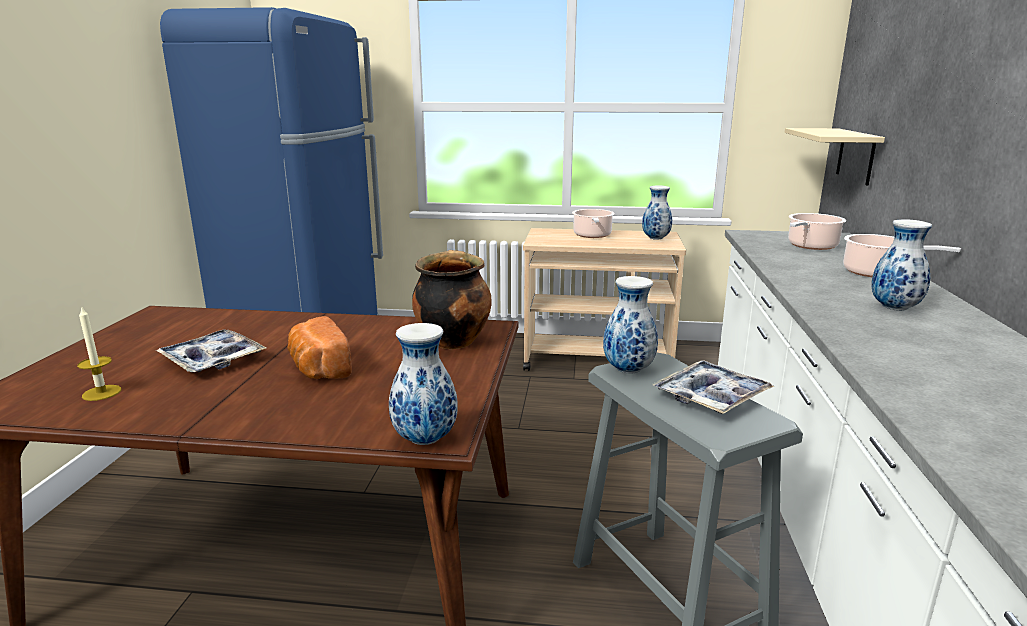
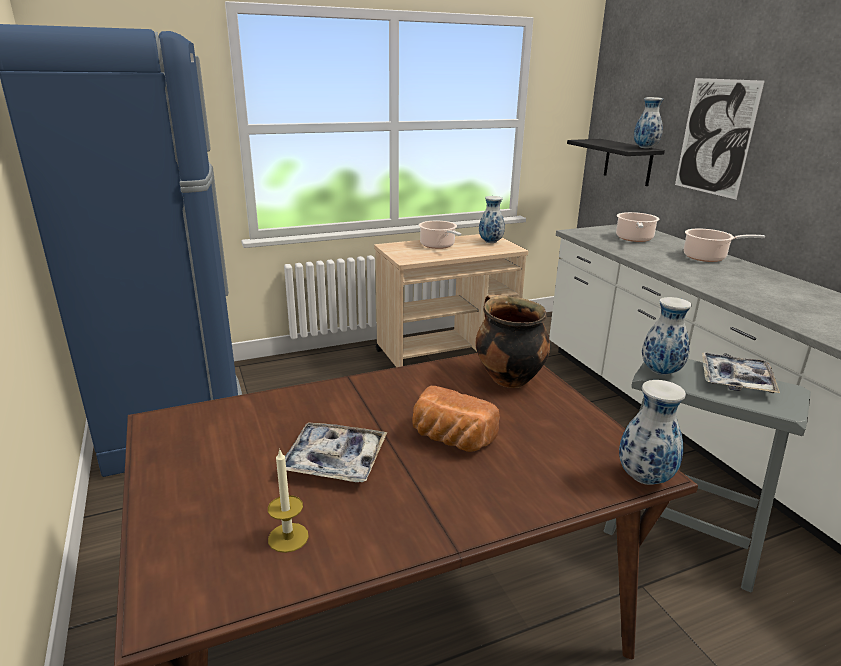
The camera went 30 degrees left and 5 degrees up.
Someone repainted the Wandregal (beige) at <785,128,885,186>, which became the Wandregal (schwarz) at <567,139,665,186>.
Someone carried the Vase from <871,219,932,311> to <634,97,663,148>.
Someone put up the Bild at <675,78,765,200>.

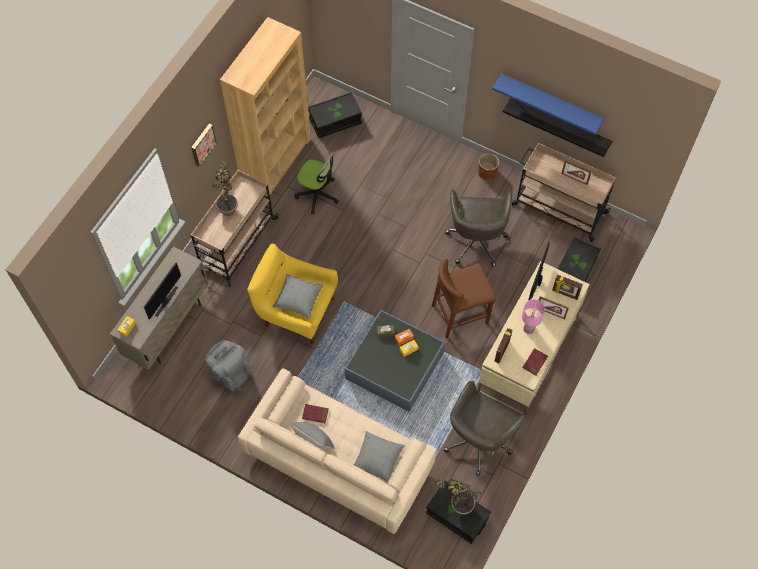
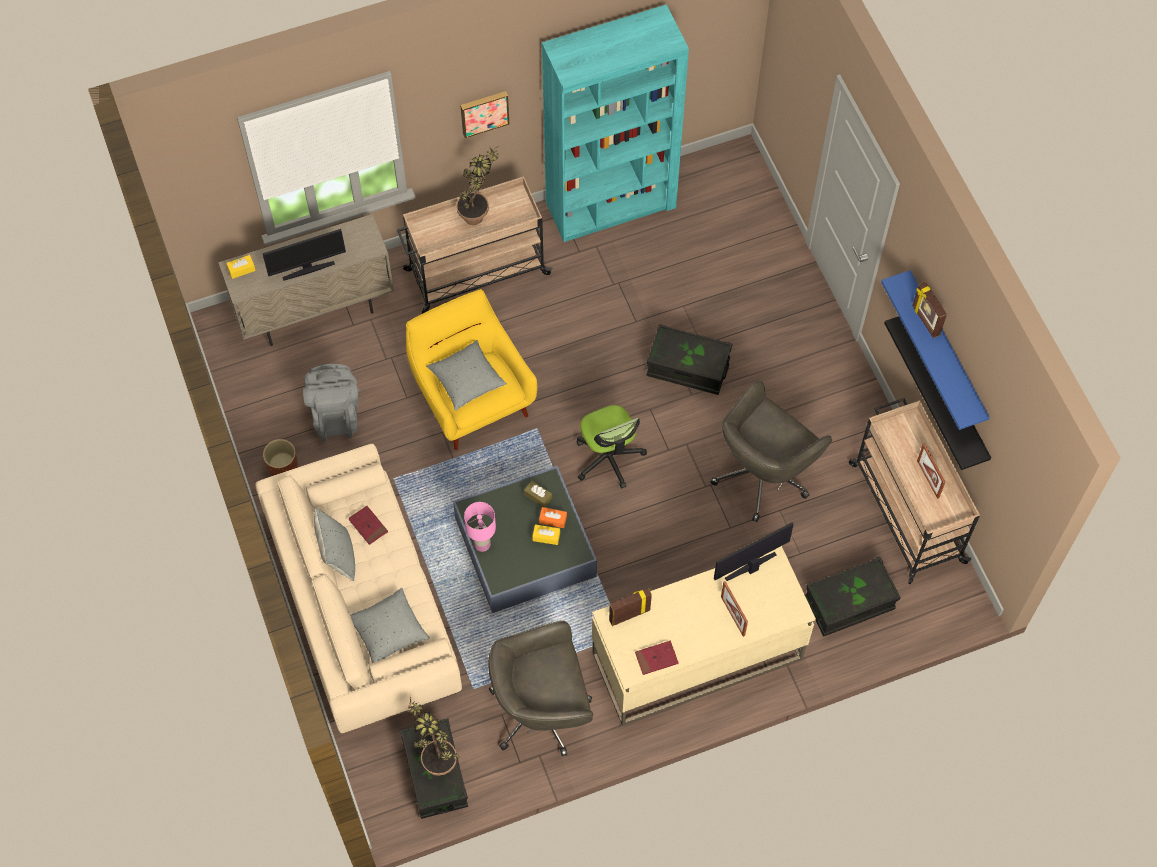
The camera went 40 degrees right and 0 degrees up.
Someone repainted the Bücherregal (braun) at <220,17,311,196>, which became the Bücherregal (türkis) at <542,4,689,242>.
Someone carried the Bürostuhl from <295,152,339,214> to <577,405,647,489>.
Someone carried the Aufbewahrungsbox (schwarz) from <308,92,362,138> to <647,324,732,395>.
Someone took away the Hocker (braun) at <432,259,496,338>.
Someone carried the Pflanzkübel (braun) from <478,153,499,181> to <263,439,298,476>.
Someone carried the Tischlampe (rosa) from <522,299,545,334> to <464,502,496,552>.
Someone carried the Bilderrahmen from <552,274,583,300> to <912,282,947,338>.

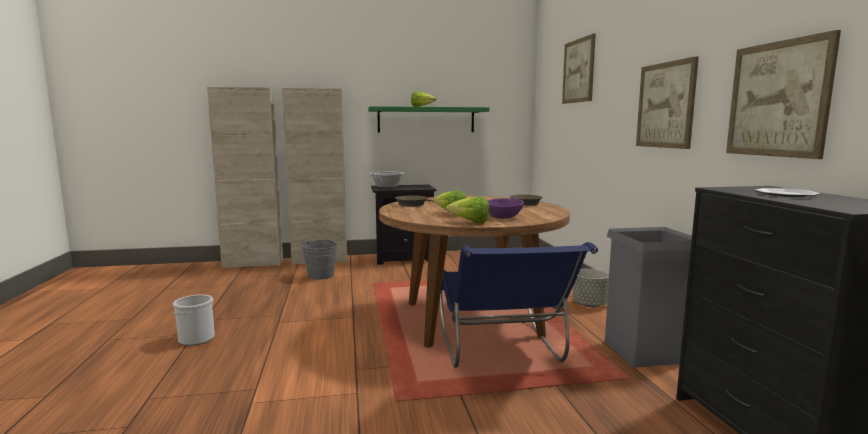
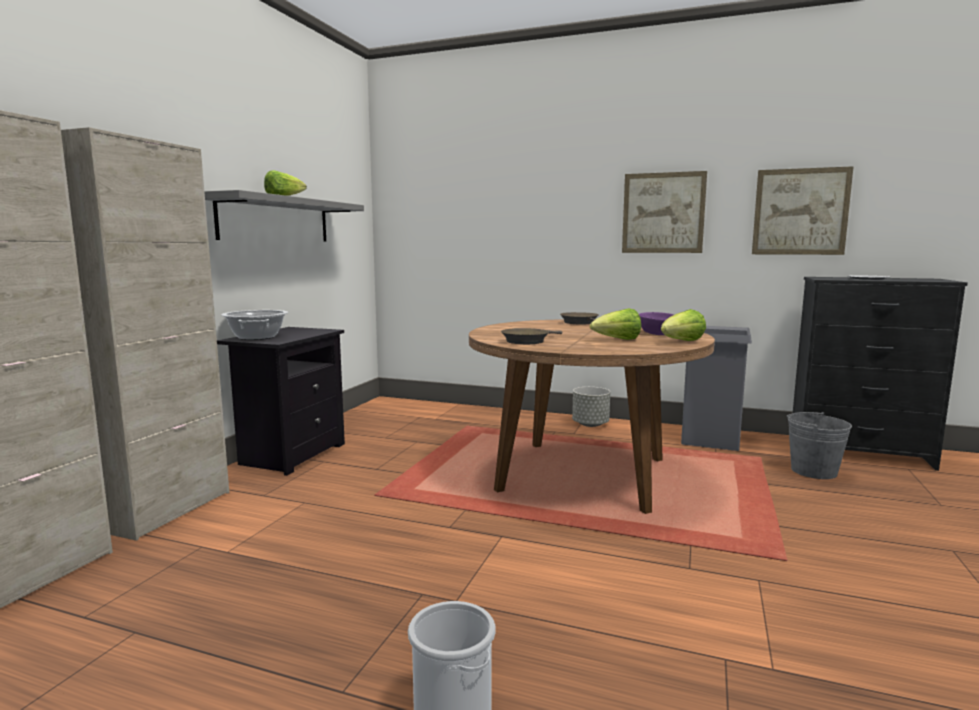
The camera went 60 degrees left and 0 degrees up.
Someone carried the Eimer (grau) from <302,240,337,280> to <786,412,852,479>.
Someone repainted the Wandregal (grün) at <368,106,490,132>, which became the Wandregal (grau) at <204,190,364,241>.
Someone took away the Stuhl (blau) at <439,242,598,368>.
Someone took away the Bild at <562,33,596,104>.

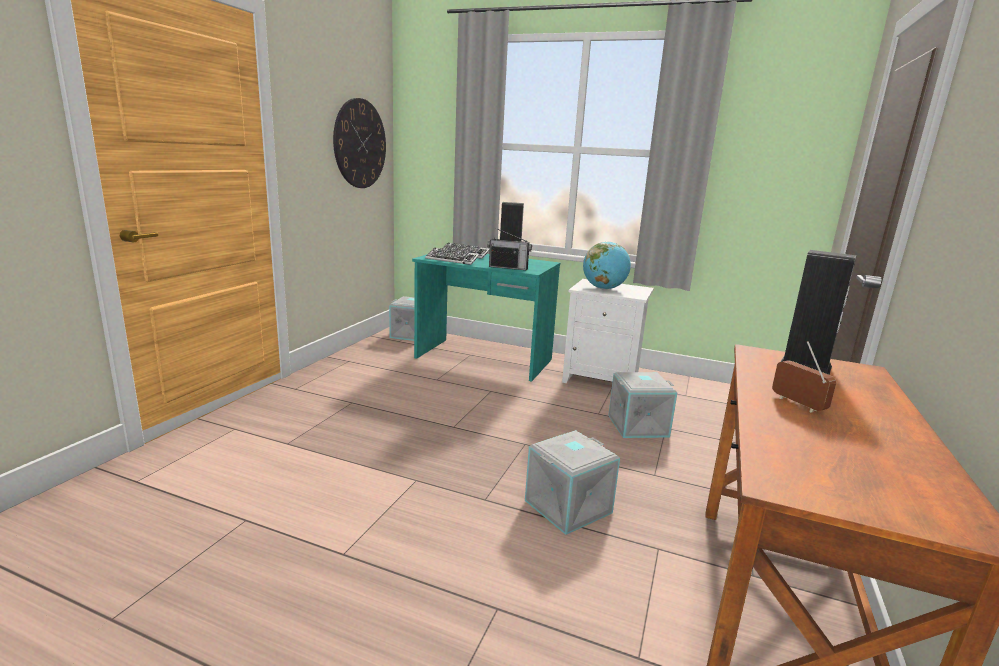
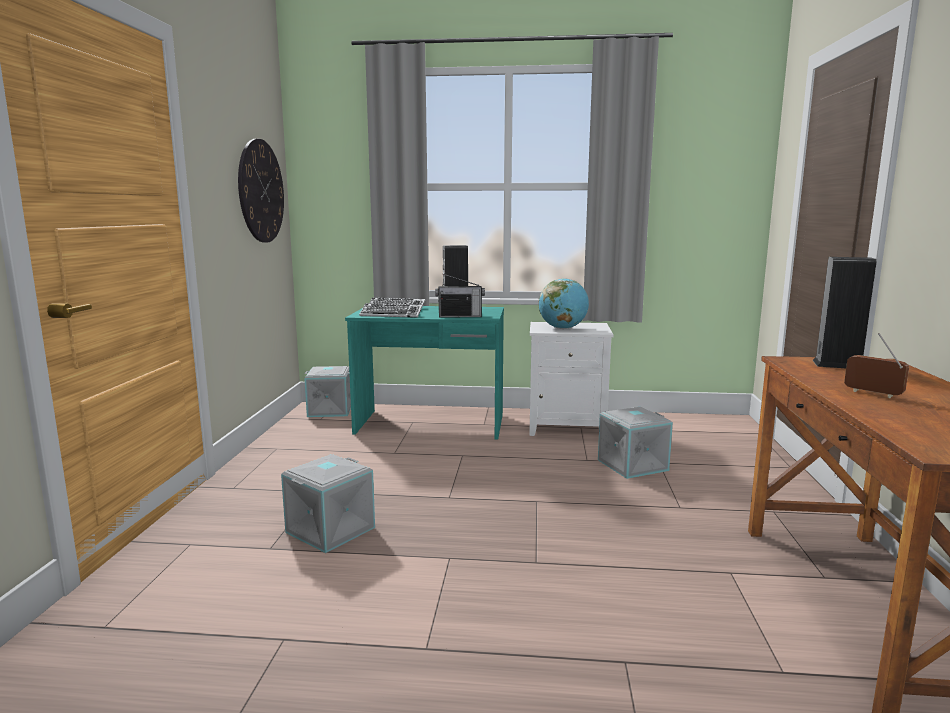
The camera went 15 degrees left and 5 degrees down.
Someone carried the Aufbewahrungsbox (grau) from <525,430,620,535> to <281,454,375,553>.

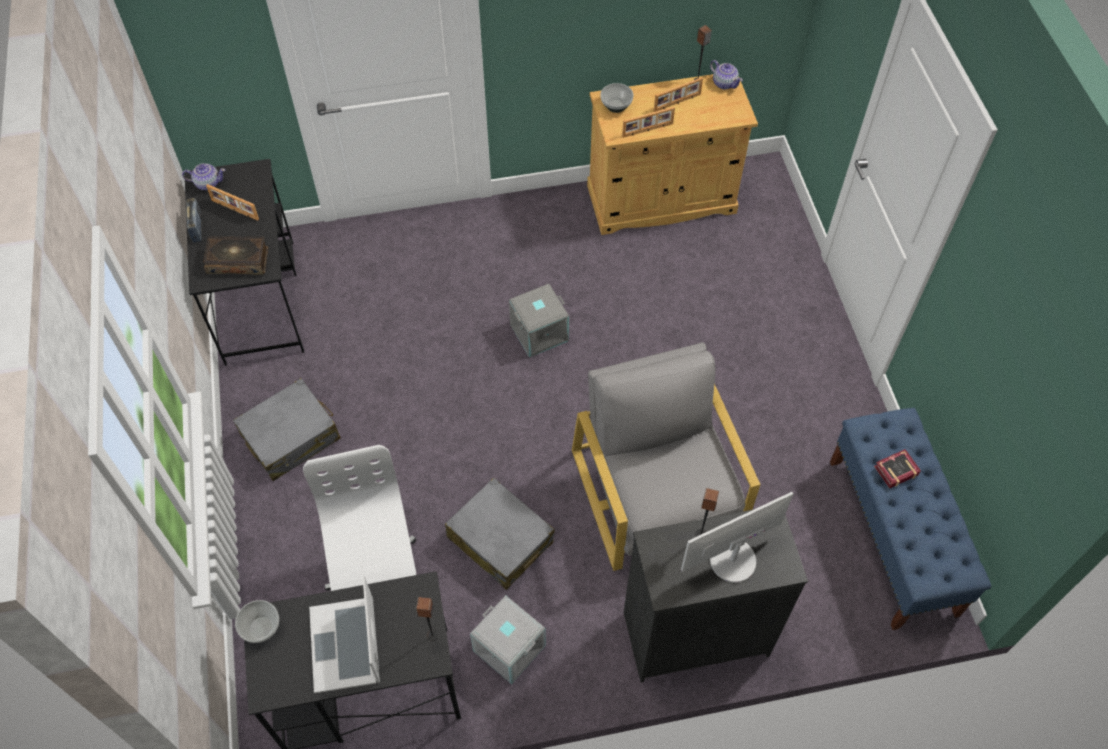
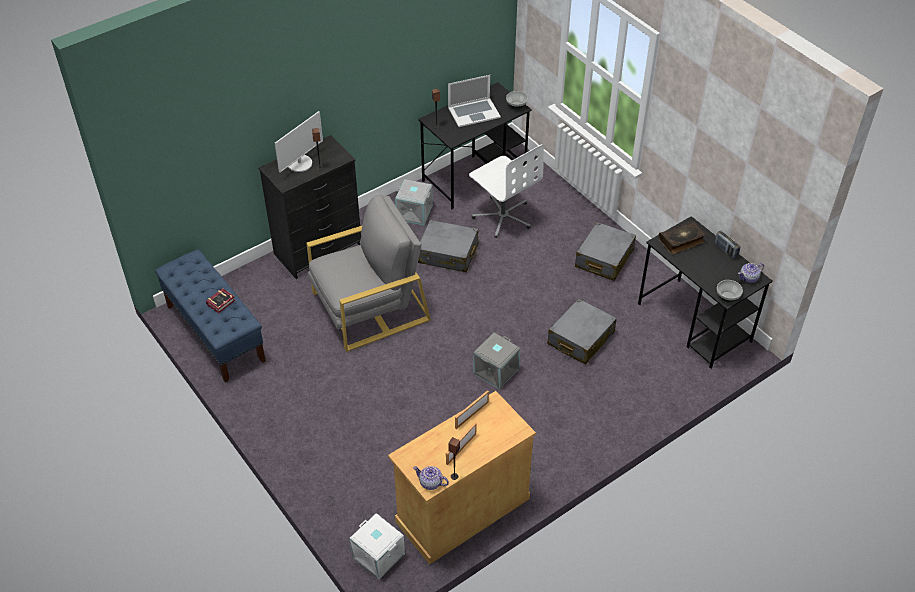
The camera went 155 degrees right and 10 degrees down.
Someone took away the Bilderrahmen at <206,184,259,221>.
Someone rotated the Laptop at <309,576,380,694> by 105 degrees clockwise.
Someone rotated the Sessel (grau) at <572,342,760,571> by 75 degrees counterclockwise.
Someone carried the Schüssel from <600,83,634,113> to <717,280,743,302>.
Someone put down the Aufbewahrungsbox (weiß) at <349,513,405,580>.
Someone put down the Koffer (grau) at <547,298,617,365>.

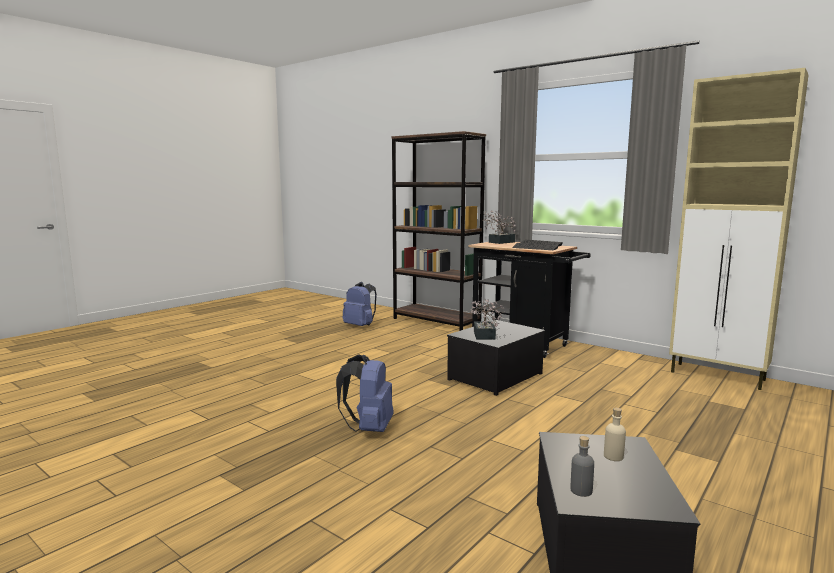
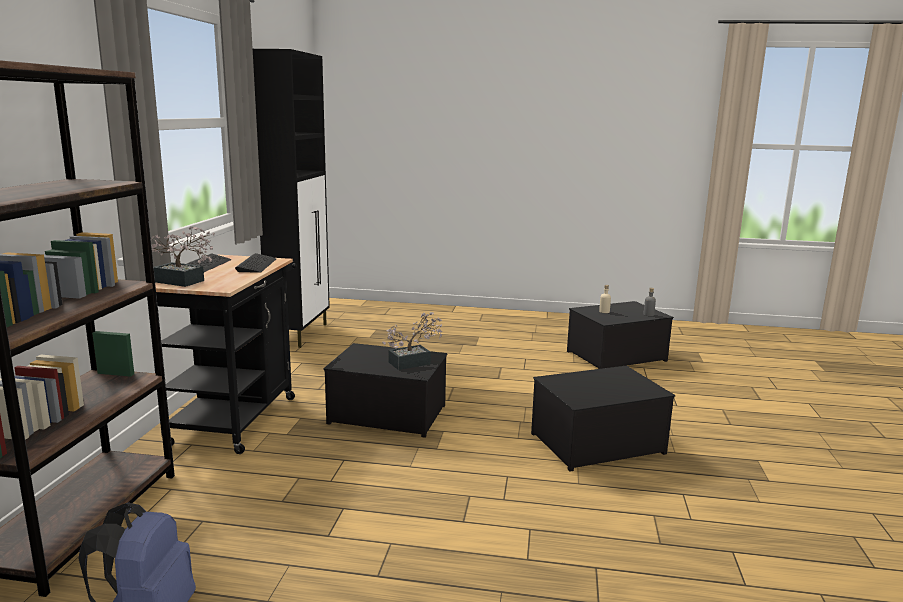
The camera went 120 degrees left and 5 degrees up.
Someone swapped the Rucksack (blau) at <336,354,394,432> for the Aufbewahrungsbox at <531,366,675,471>.
Someone repainted the Schrank (beige) at <669,68,809,390>, which became the Schrank (schwarz) at <253,49,330,348>.

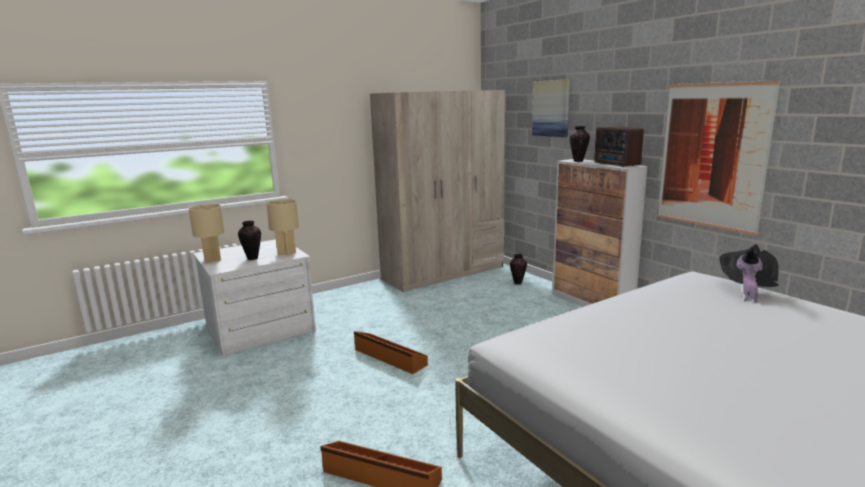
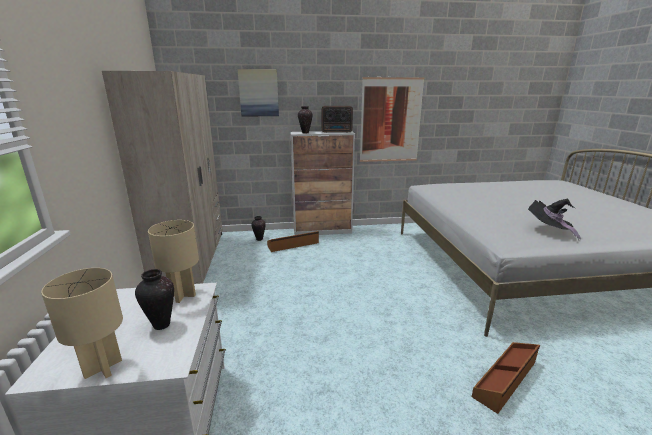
The camera went 65 degrees left and 5 degrees up.
Someone carried the Aufbewahrungsbox (braun) from <354,331,428,374> to <267,231,319,252>.
Someone carried the Hut (schwarz) from <719,244,780,303> to <528,199,581,240>.

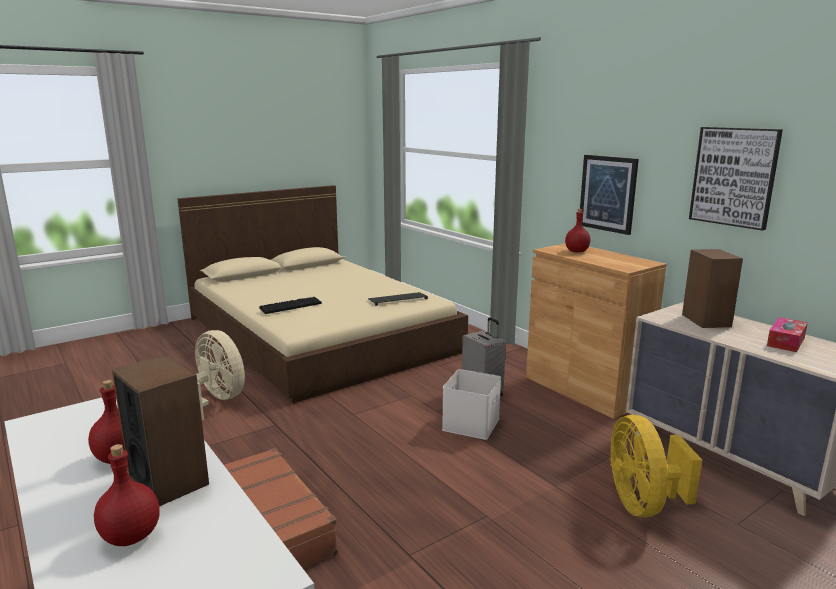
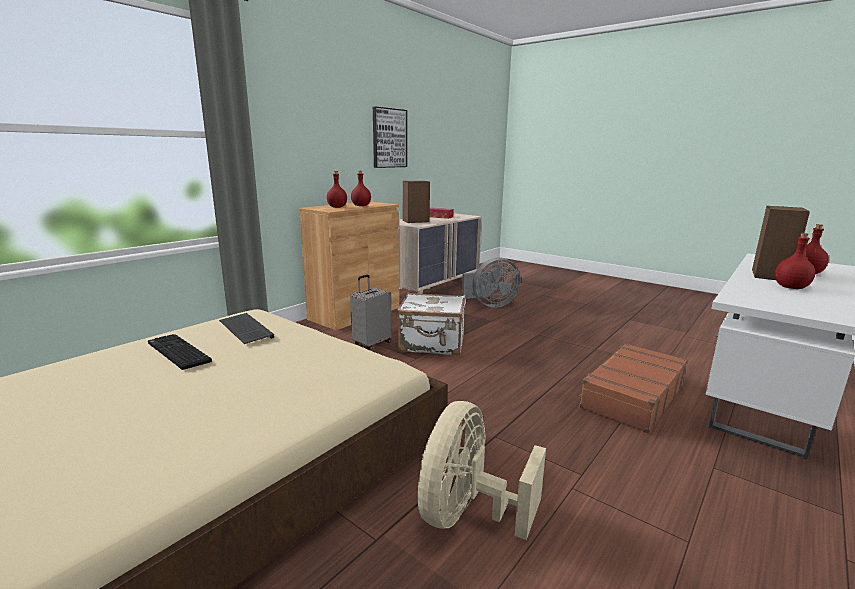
The camera went 105 degrees left and 0 degrees up.
Someone carried the Tastatur from <259,297,322,314> to <148,334,212,370>.
Someone swapped the Aufbewahrungsbox (weiß) at <442,369,501,440> for the Koffer (weiß) at <397,293,466,355>.
Someone took away the Bild at <580,155,639,235>.
Someone repainted the Ventilator (gelb) at <610,415,702,517>, which became the Ventilator (grau) at <462,257,521,308>.
Someone put down the Flasche (rot) at <351,171,371,206>.

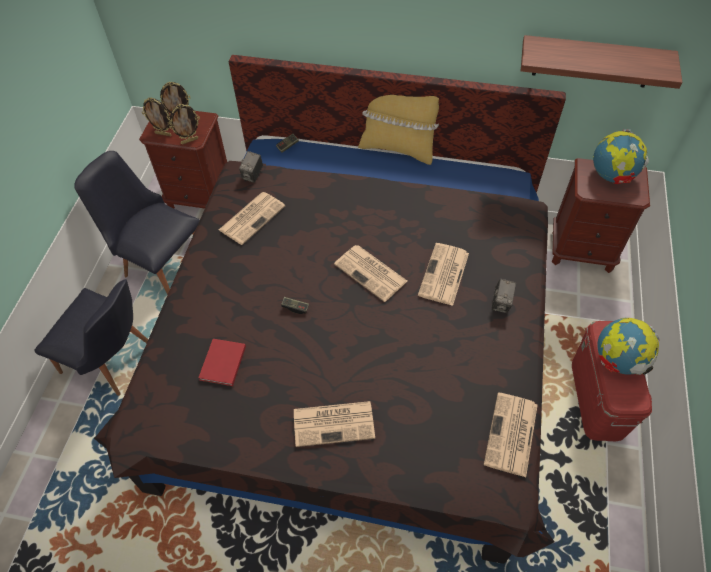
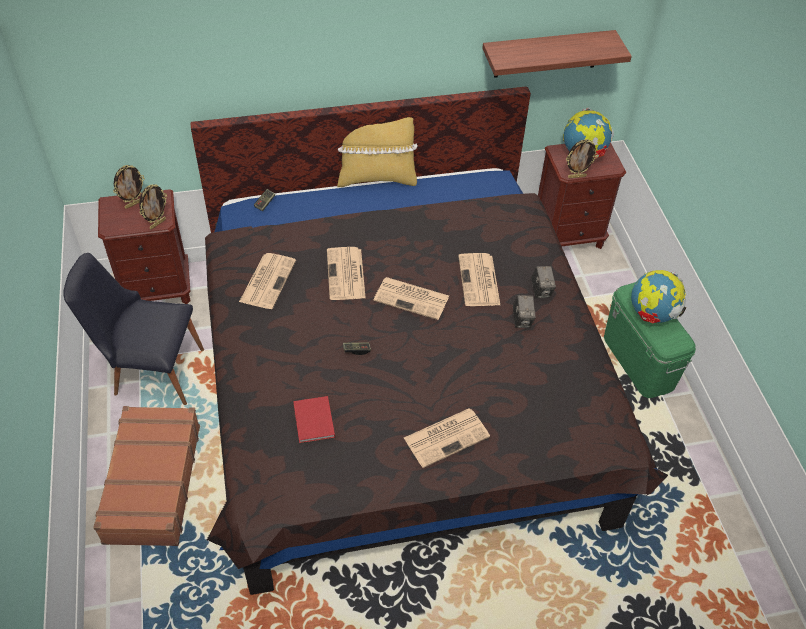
The camera went 25 degrees left and 5 degrees down.
Someone swapped the Stuhl (schwarz) at <34,279,148,396> for the Koffer (braun) at <93,406,200,546>.
Someone carried the Bilderrahmen from <142,97,172,136> to <566,139,598,178>.
Someone carried the Kamera from <239,151,263,183> to <513,295,536,328>.
Someone carried the Zeitung from <484,392,538,477> to <327,247,366,300>.
Someone repainted the Aufbewahrungsbox (rot) at <572,321,652,441>, which became the Aufbewahrungsbox (grün) at <604,282,696,398>.

